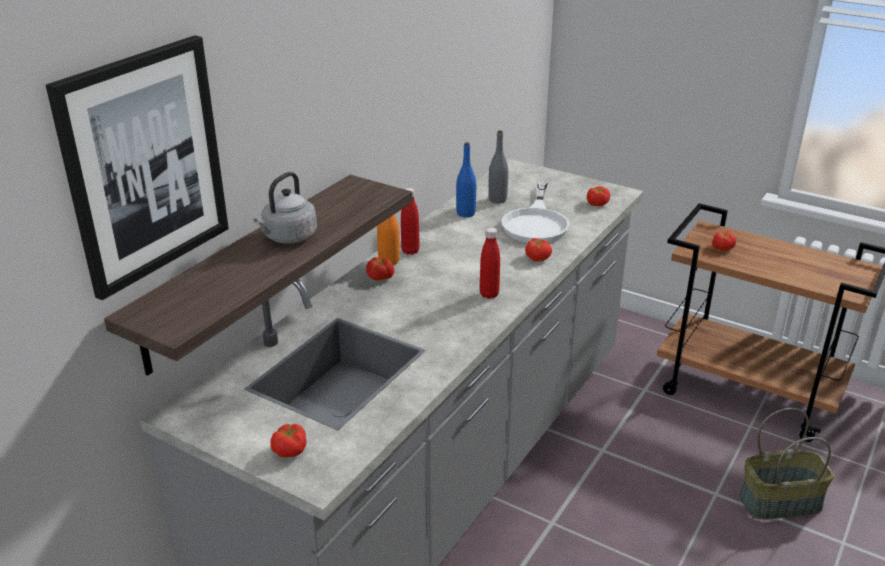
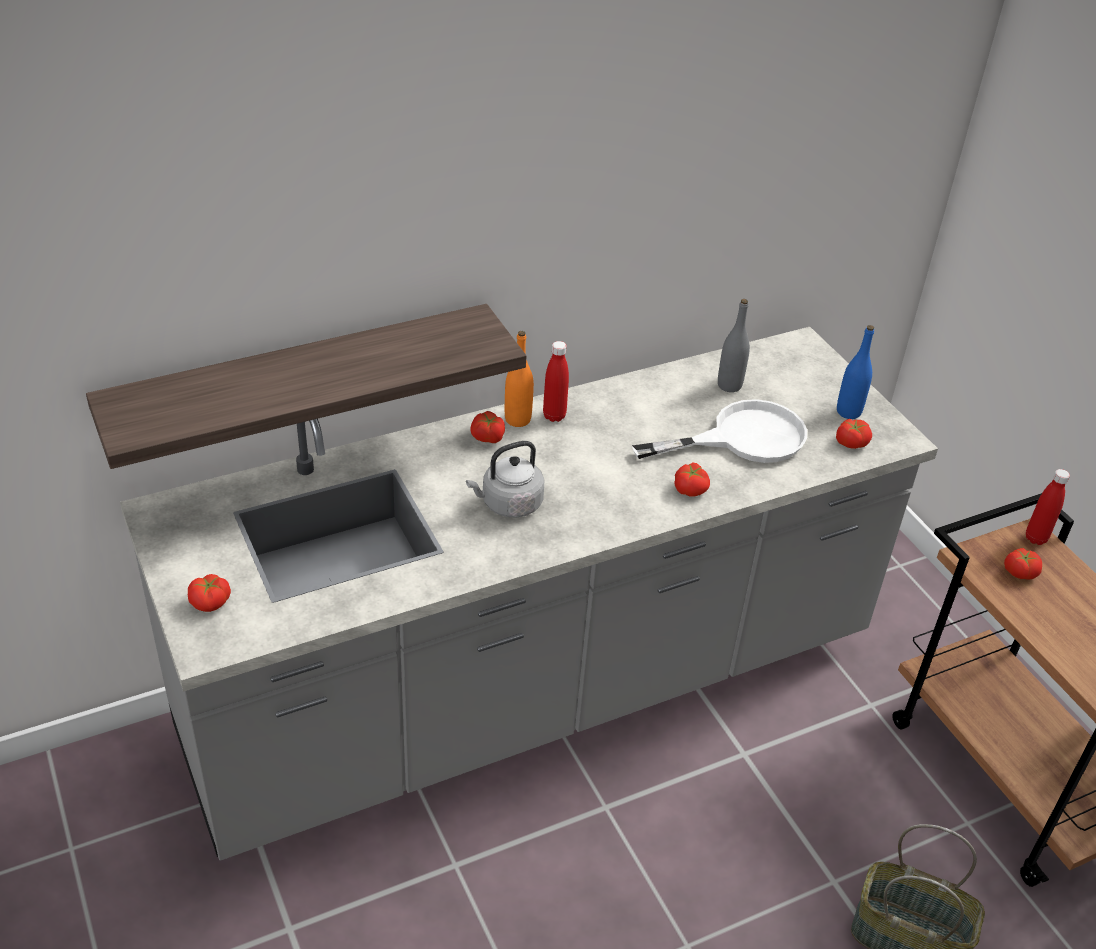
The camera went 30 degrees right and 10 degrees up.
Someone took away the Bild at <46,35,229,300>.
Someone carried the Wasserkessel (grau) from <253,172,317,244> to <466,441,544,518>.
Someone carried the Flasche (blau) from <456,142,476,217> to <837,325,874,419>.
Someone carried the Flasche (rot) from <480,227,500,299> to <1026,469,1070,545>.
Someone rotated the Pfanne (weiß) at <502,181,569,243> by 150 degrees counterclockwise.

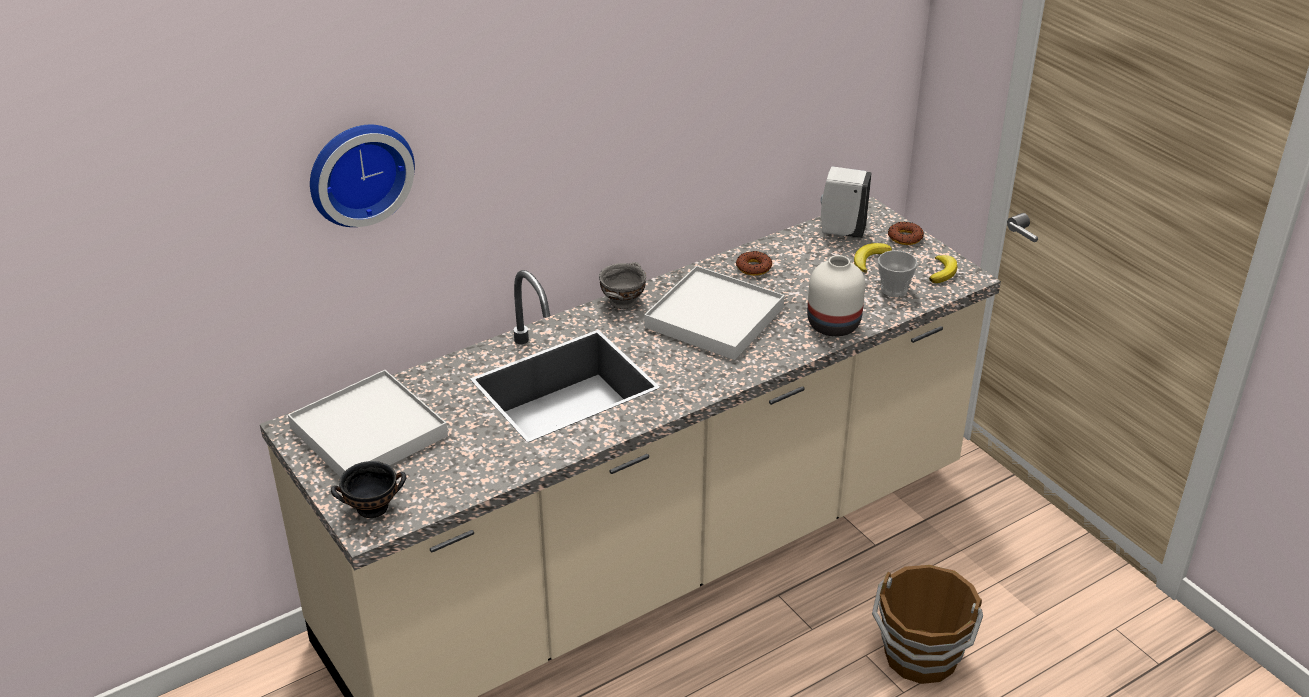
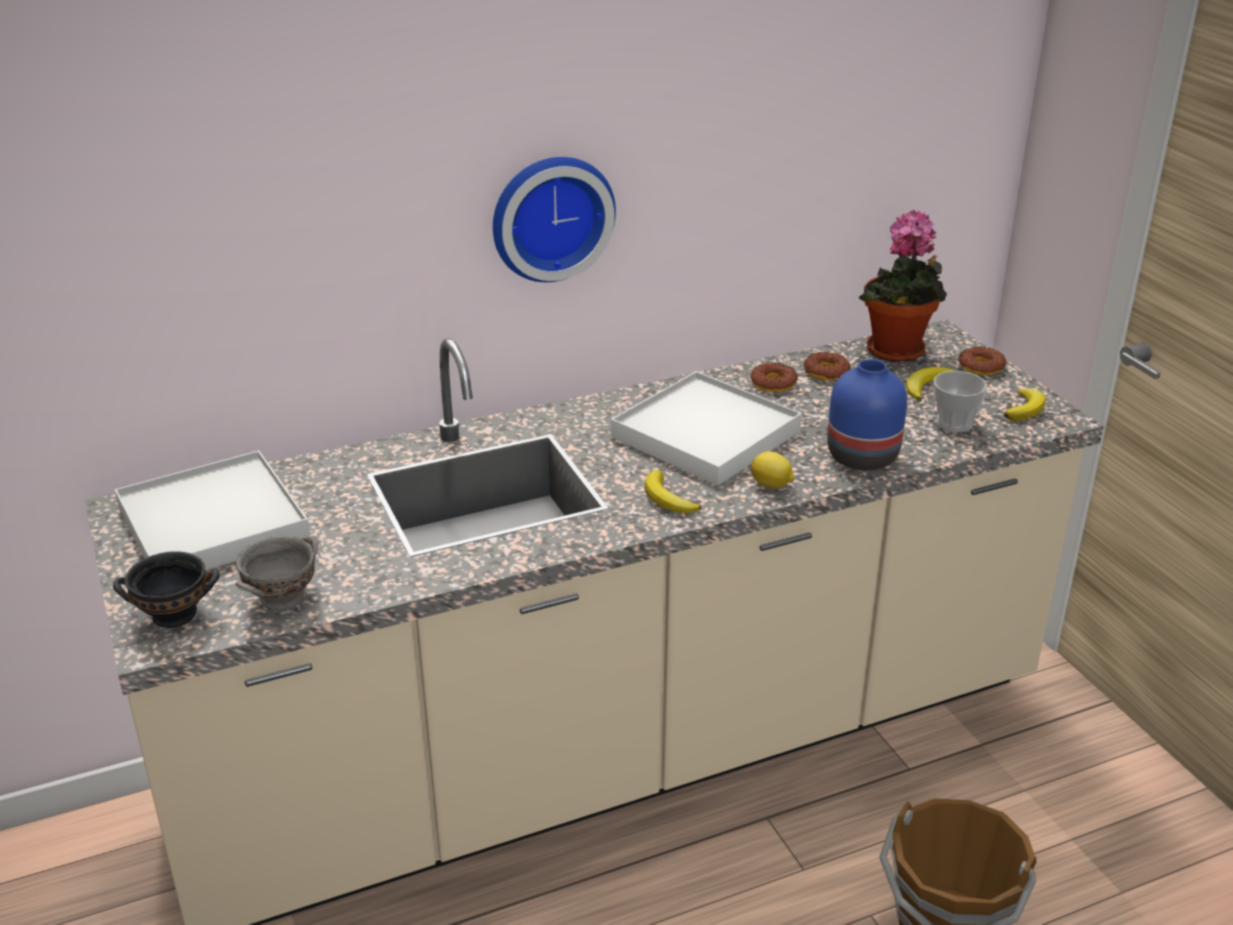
The camera went 10 degrees right and 5 degrees down.
Someone carried the Wanduhr from <310,125,415,227> to <493,157,616,282>.
Someone carried the Schüssel (grau) from <599,262,646,309> to <236,536,318,611>.
Someone repainted the Vase (weiß) at <807,255,865,337>, which became the Vase (blau) at <827,359,907,471>.
Someone swapped the Seifenspender (weiß) at <820,166,872,238> for the Topfpflanze at <859,210,947,362>.
Someone put down the Banane at <645,470,701,513>.
Someone put down the Zitrone at <751,451,794,489>.
Someone put down the Donut at <804,352,851,380>.

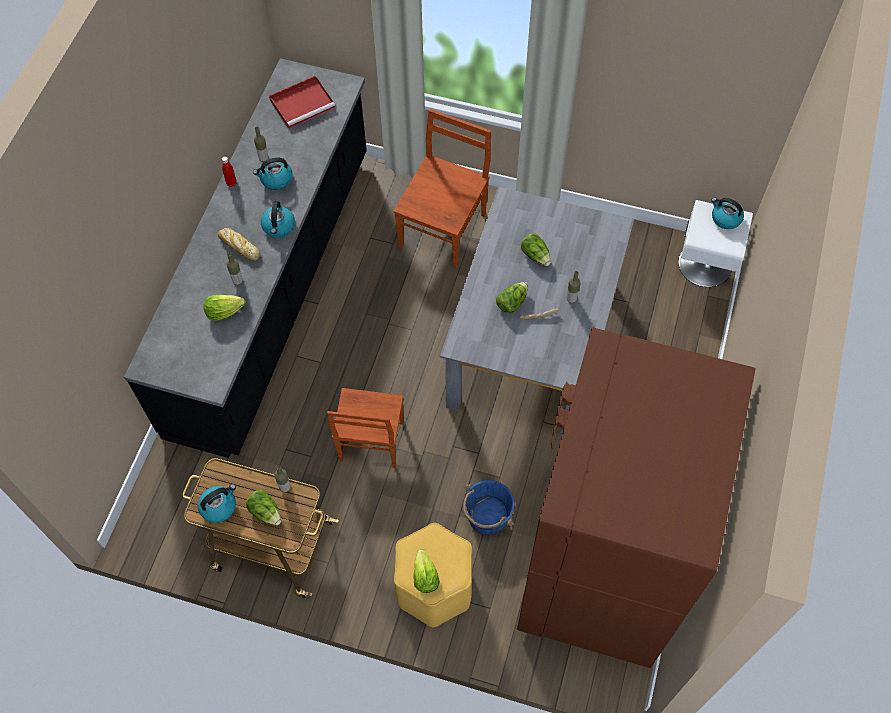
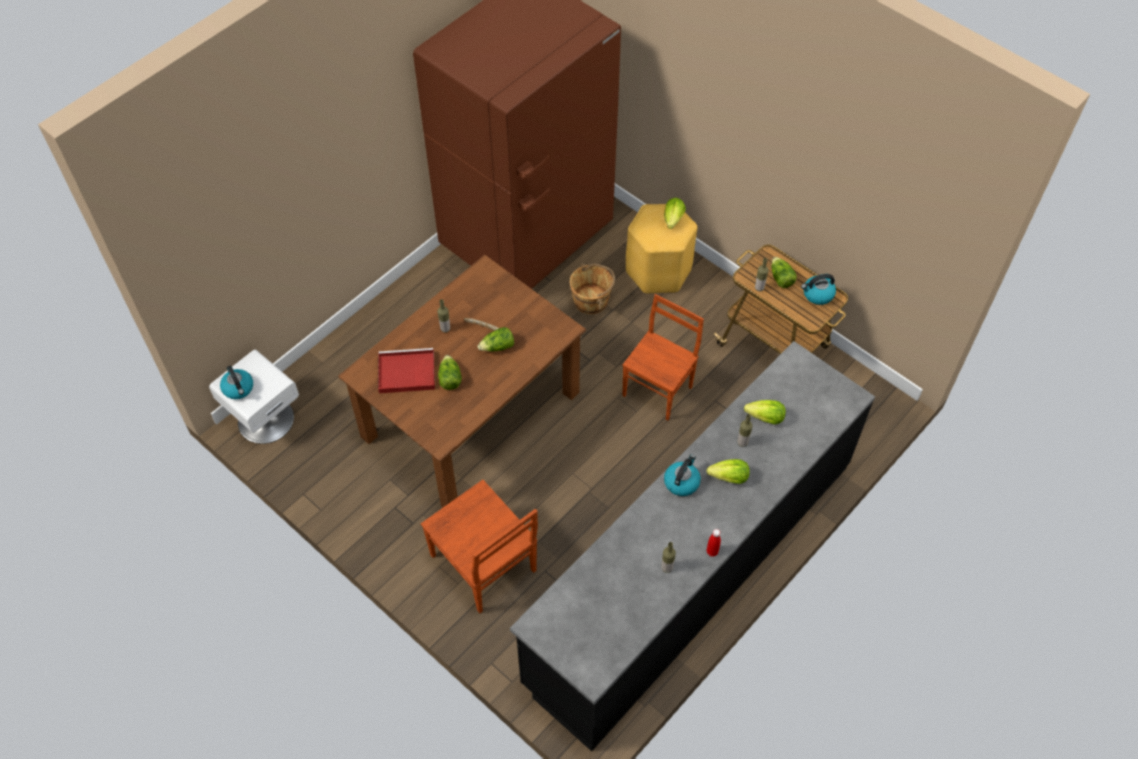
The camera went 155 degrees left and 5 degrees down.
Someone swapped the Brot at <218,228,260,261> for the Salatkopf at <706,459,750,484>.
Someone took away the Wasserkessel at <253,157,293,190>.
Someone carried the Tablett (rot) from <269,76,335,128> to <378,348,435,393>.
Someone rotated the Stuhl (braun) at <393,109,491,268> by 90 degrees counterclockwise.
Someone repainted the Esstisch (grau) at <440,187,634,439>, which became the Esstisch (braun) at <338,255,586,507>.
Someone repainted the Eimer (blau) at <463,480,515,535>, which became the Eimer (braun) at <570,264,615,314>.

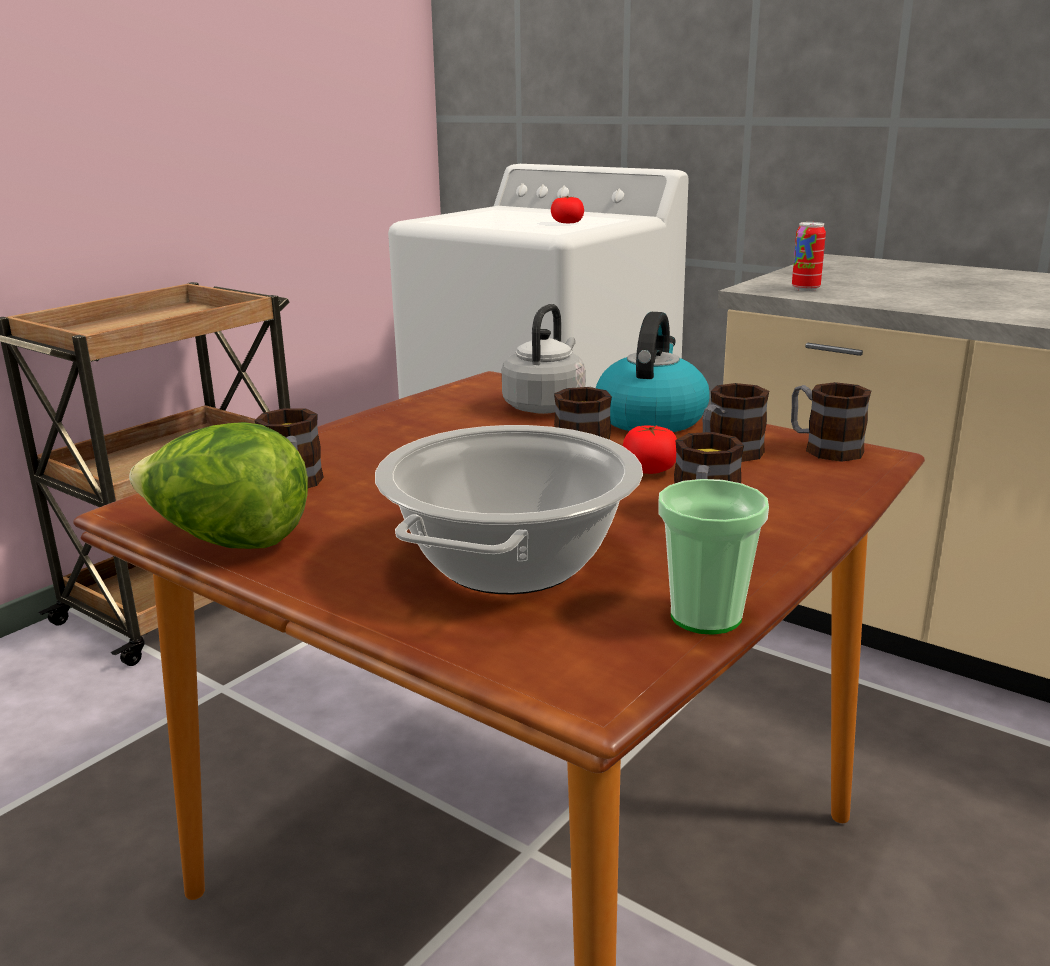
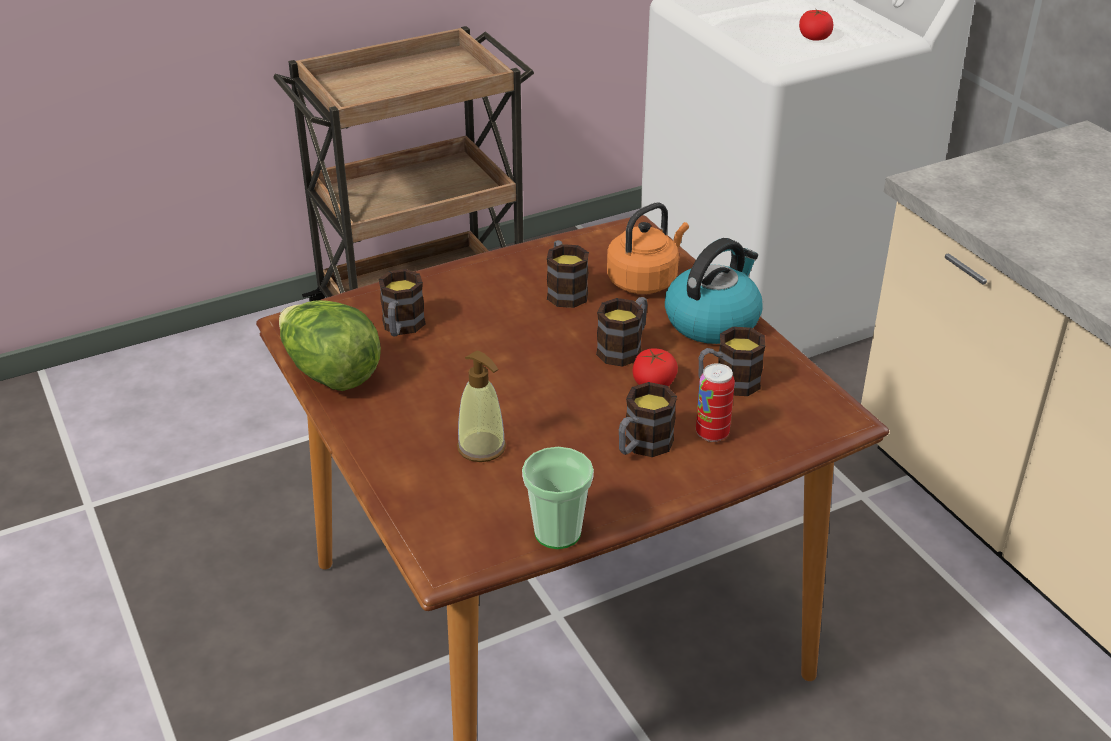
The camera went 25 degrees right and 15 degrees up.
Someone swapped the Kochtopf at <375,425,643,594> for the Seifenspender at <457,351,506,462>.
Someone repainted the Wasserkessel (grau) at <502,304,586,414>, which became the Wasserkessel (orange) at <607,203,689,294>.
Someone carried the Henkelbecher from <791,382,871,462> to <547,240,589,308>.
Someone carried the Dose from <792,222,826,291> to <696,363,735,442>.

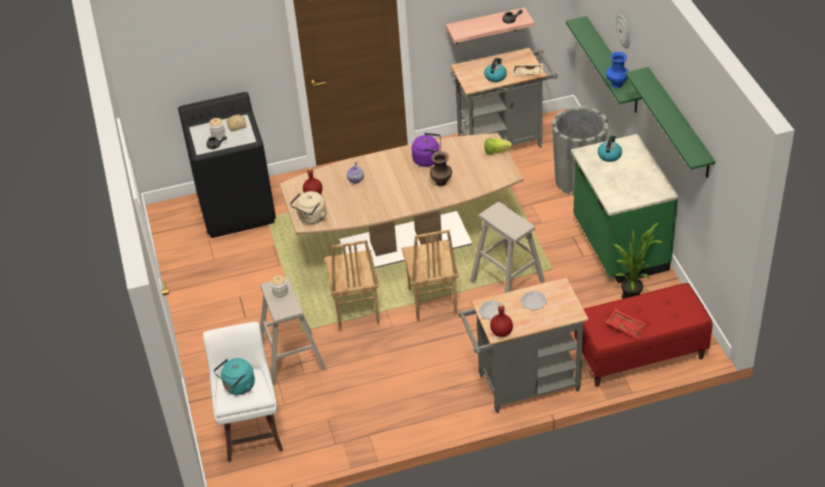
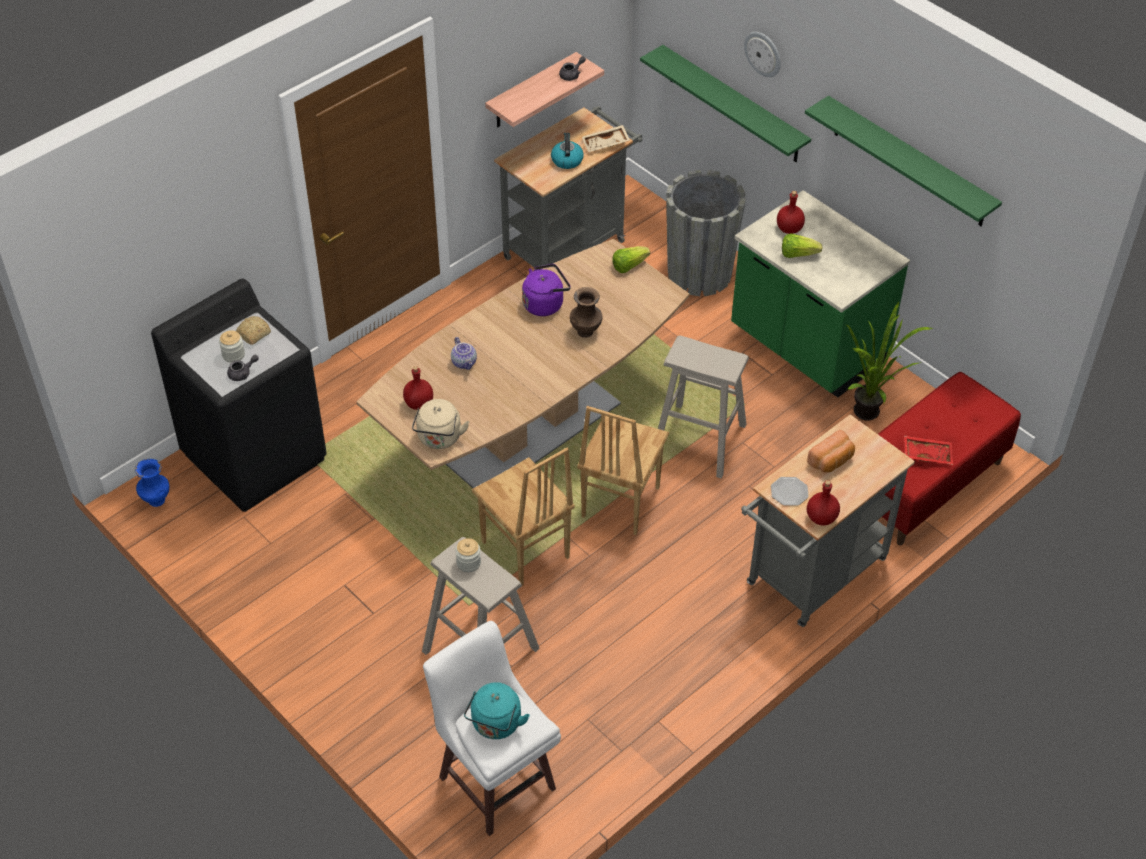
The camera went 30 degrees left and 5 degrees up.
Someone rotated the Stuhl (braun) at <402,230,458,321> by 60 degrees clockwise.
Someone swapped the Teller at <520,291,547,311> for the Brot at <807,430,855,472>.
Someone swapped the Wasserkessel at <598,135,622,162> for the Flasche (rot) at <777,191,805,234>.
Someone carried the Vase (blau) from <606,52,628,88> to <135,459,169,507>.
Someone put down the Salatkopf at <782,233,822,258>.

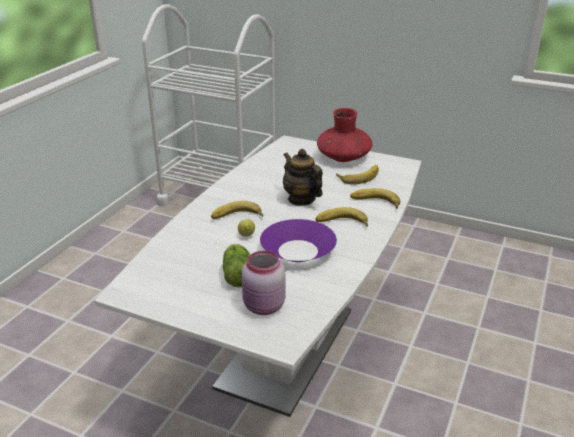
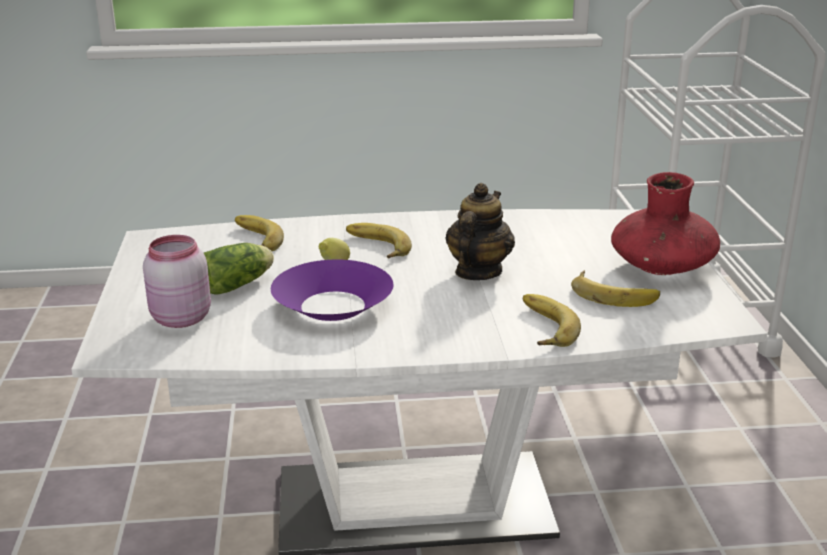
The camera went 60 degrees right and 5 degrees down.
Someone carried the Banane from <316,207,368,227> to <235,215,284,251>.

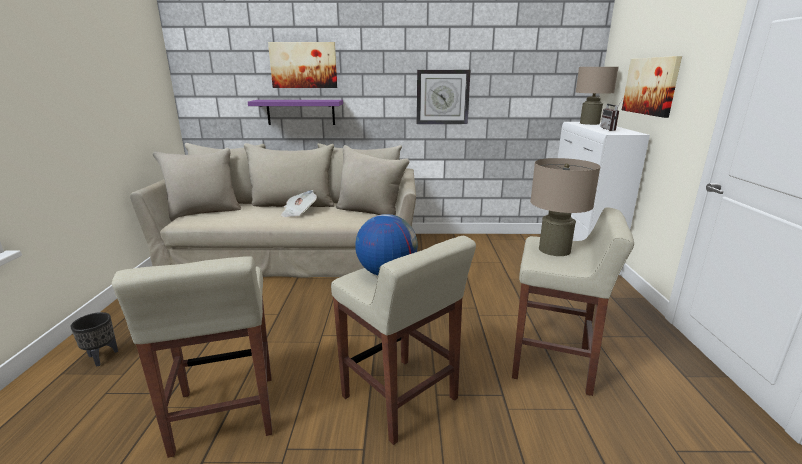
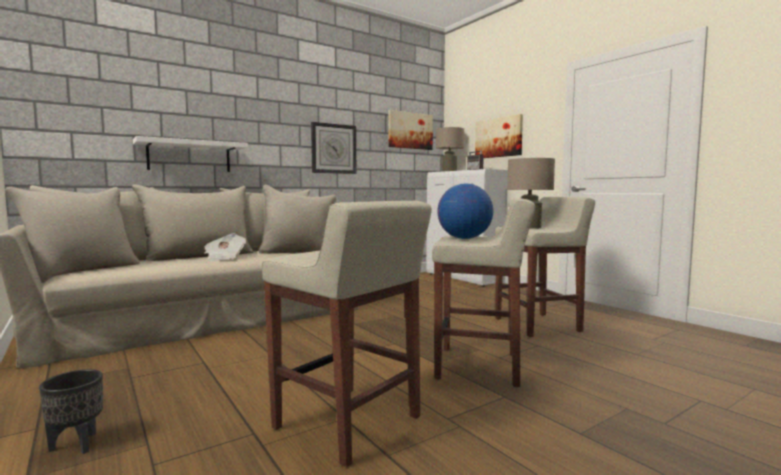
The camera went 35 degrees left and 15 degrees down.
Someone repainted the Wandregal (lila) at <248,100,343,125>, which became the Wandregal (weiß) at <133,136,248,172>.
Someone carried the Bild from <268,42,337,88> to <388,110,433,150>.

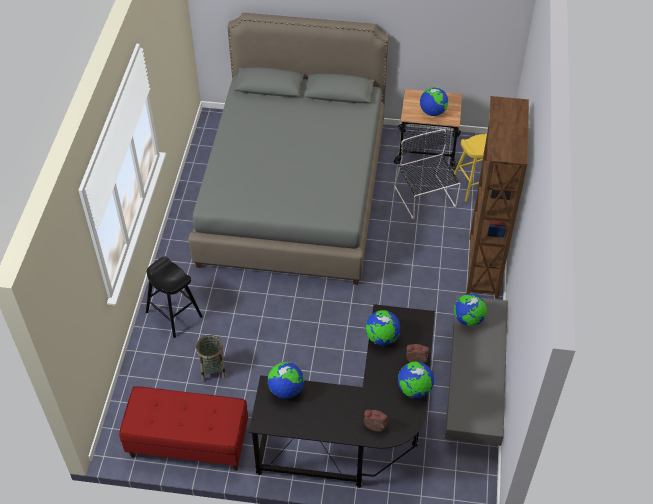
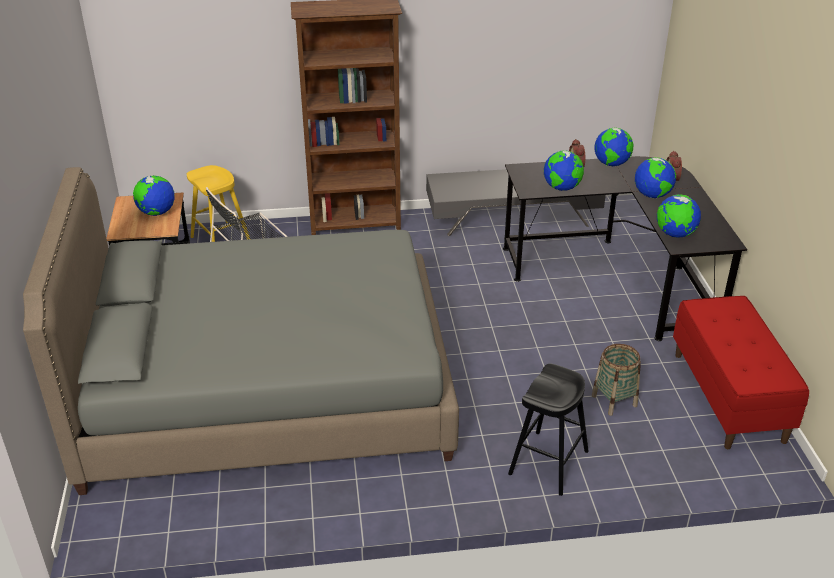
The camera went 105 degrees left and 15 degrees down.
Someone carried the Globus from <454,294,487,326> to <635,157,676,198>.

